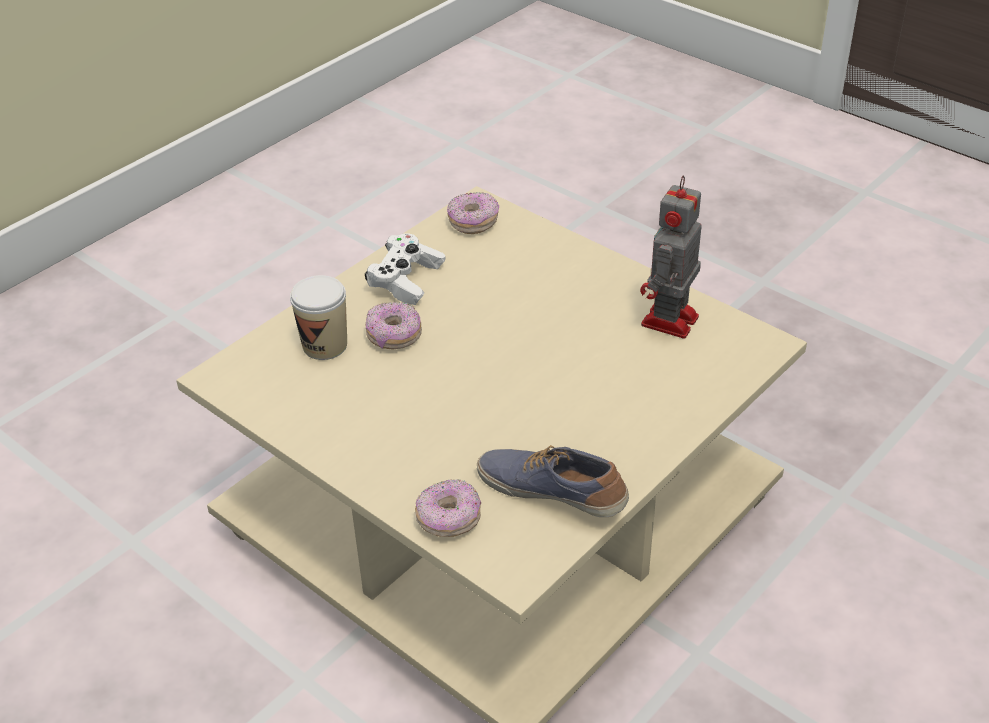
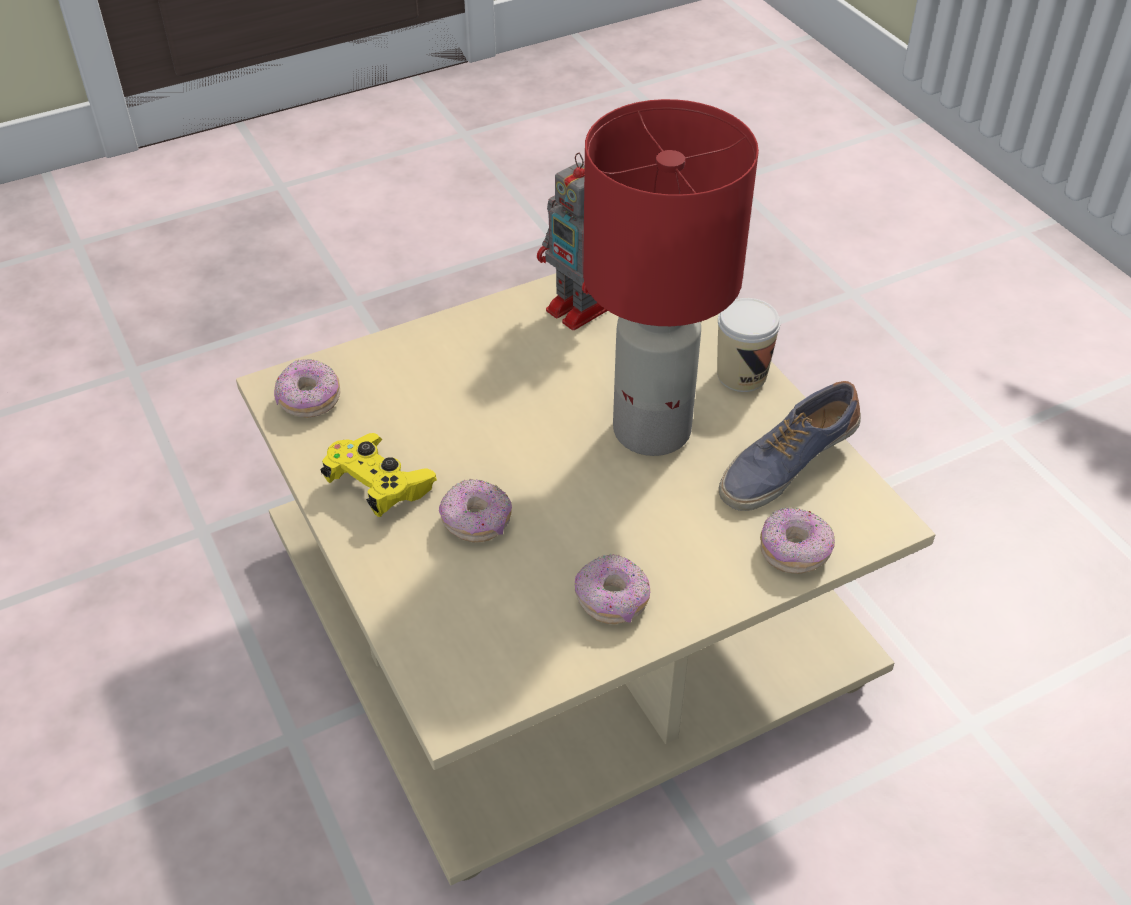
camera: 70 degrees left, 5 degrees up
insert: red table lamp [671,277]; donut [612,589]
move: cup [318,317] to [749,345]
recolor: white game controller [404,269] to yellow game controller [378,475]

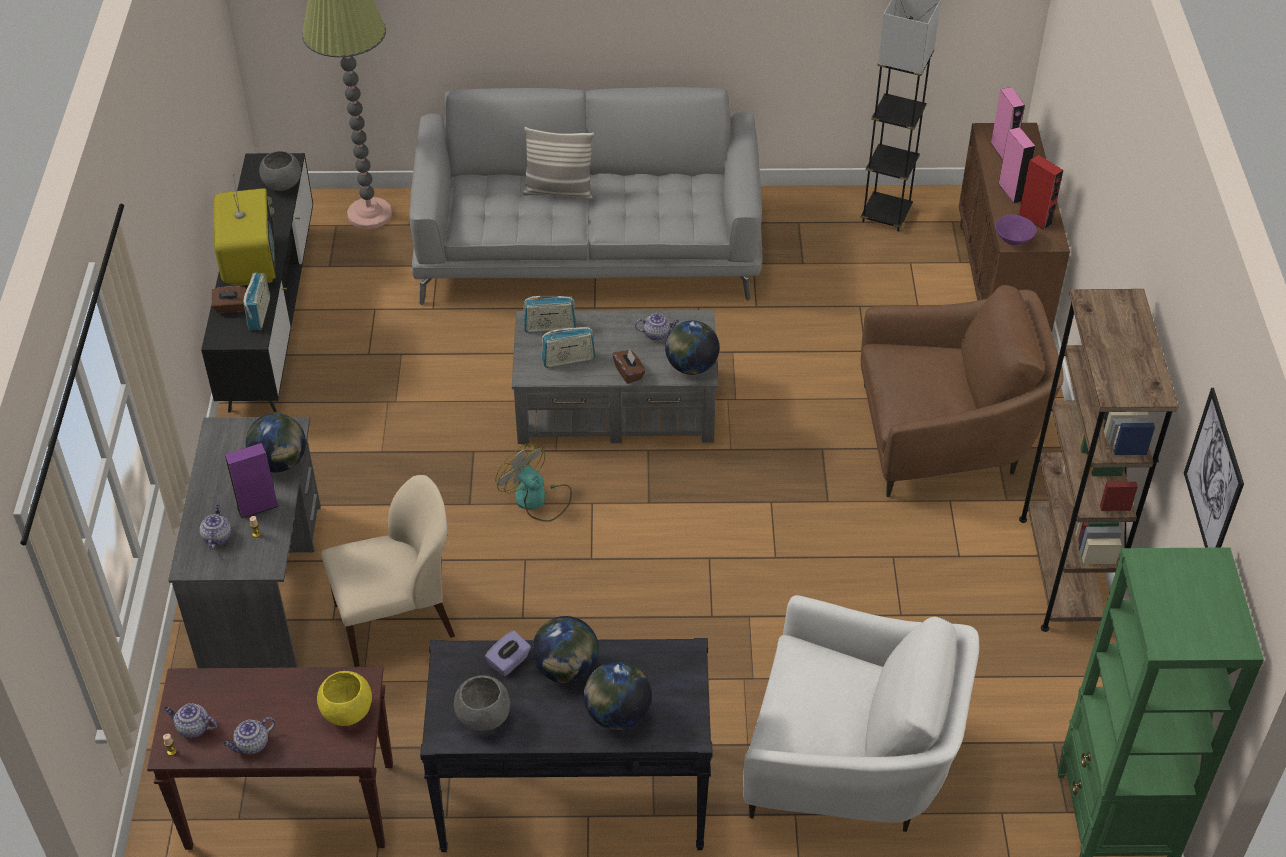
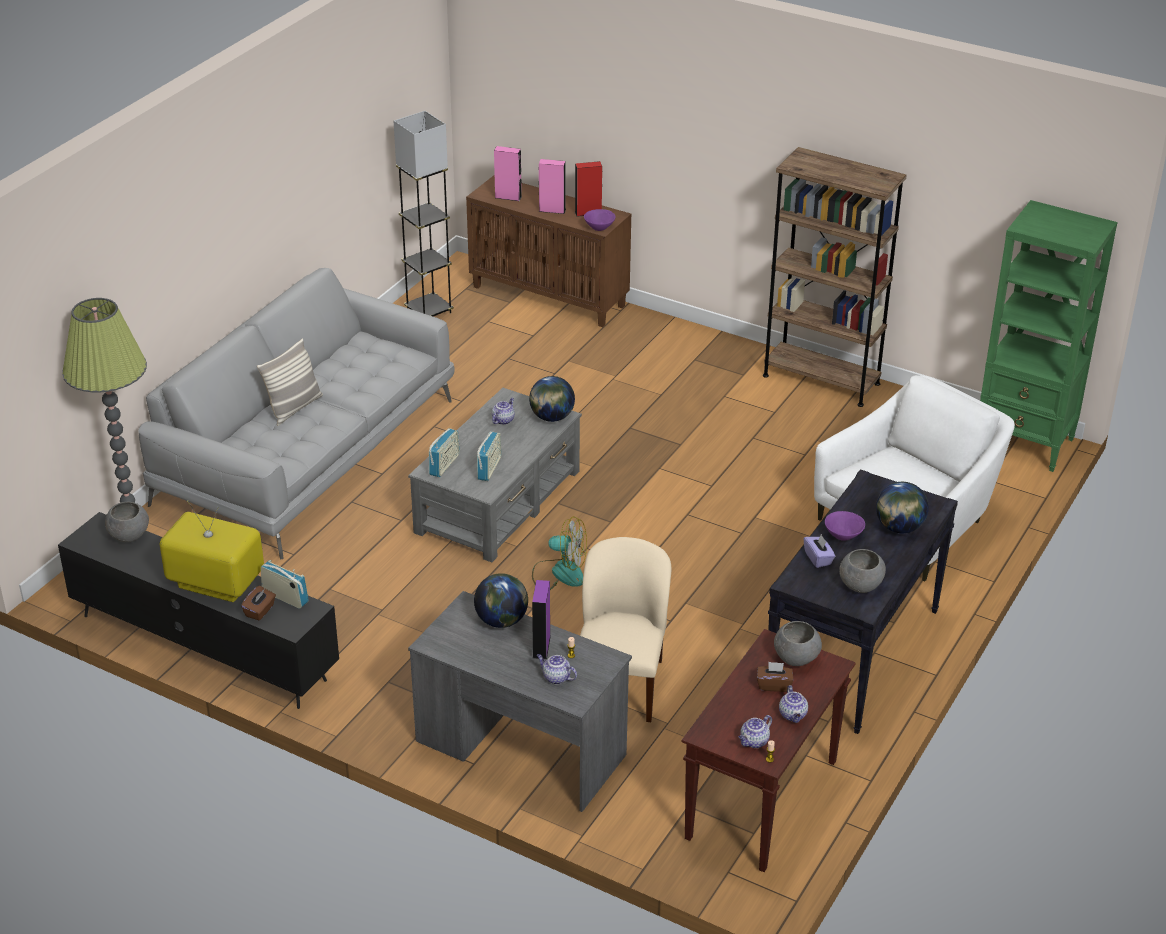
camera: 60 degrees left, 10 degrees down
delete: brown armchair [962,391]; picture [1214,468]
move: brown tissue box [629,366] to [775,677]
replace: globe [565,649] to purple bowl [845,526]
recolor: yellow bowl [344,698] to grey bowl [798,643]
rotate: fan [533,482] = [559,553] 150 degrees counterclockwise

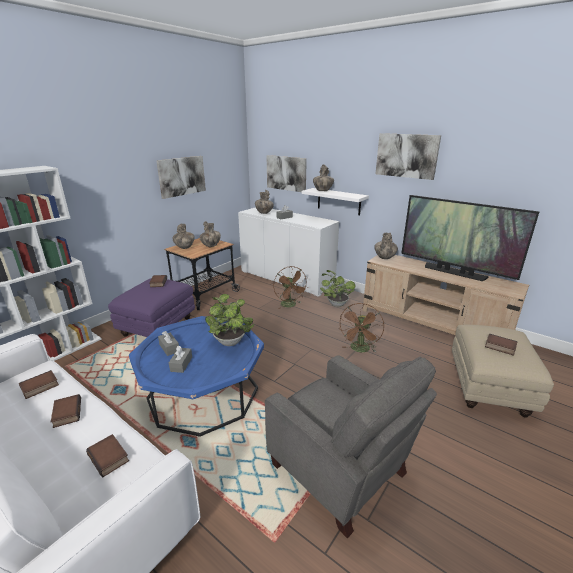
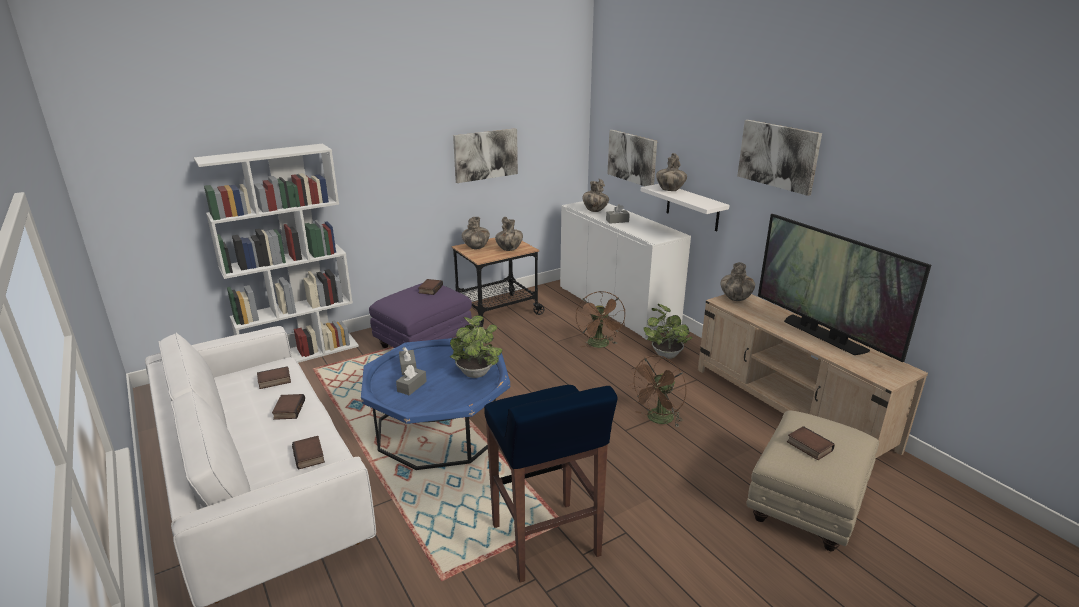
camera: 20 degrees right, 0 degrees up
replace: grey armchair [351,447] to blue stool [551,484]

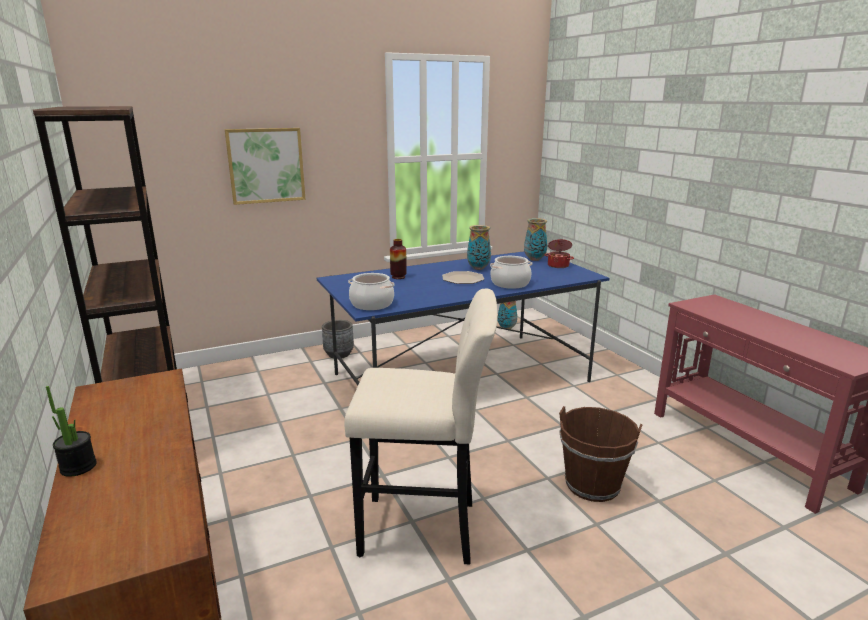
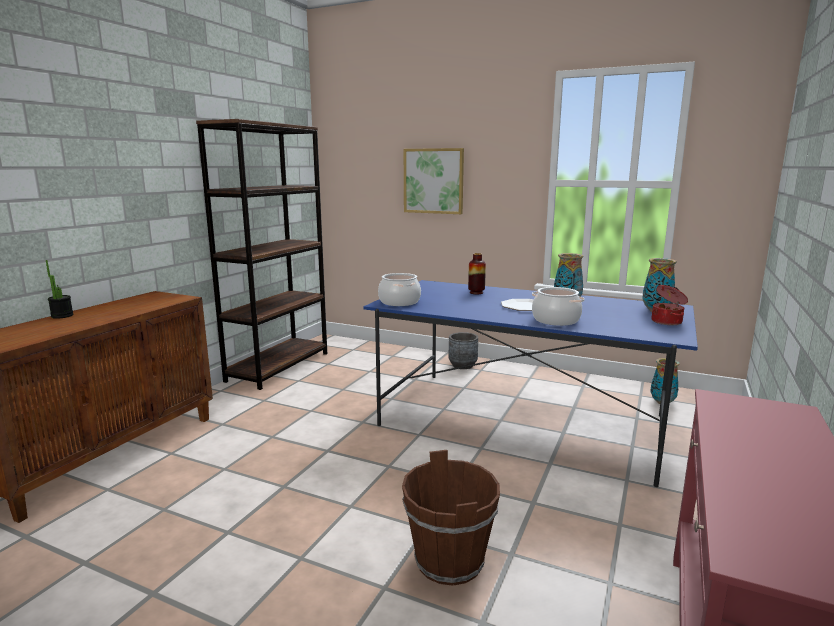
camera: 50 degrees right, 5 degrees down
delete: beige stool [421,426]

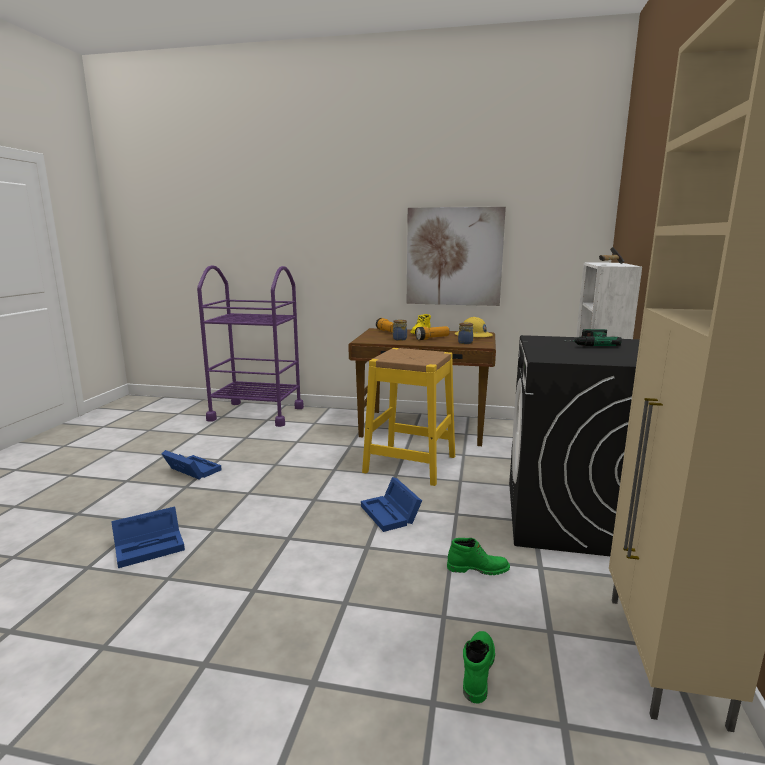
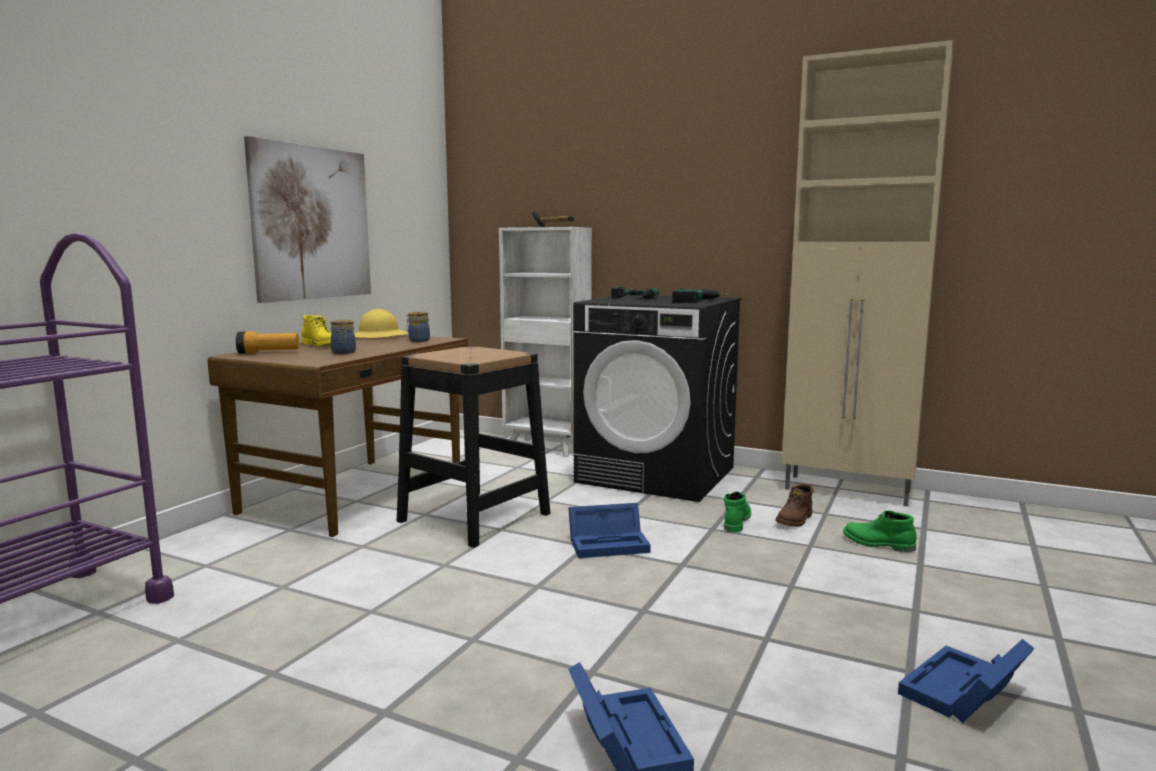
camera: 75 degrees left, 5 degrees down
delete: flashlight [432,333]
insert: power drill [701,296]; brown boot [794,505]
move: blue storage box [192,465] to [966,681]
recolor: yellow stool [408,417] to black stool [474,447]

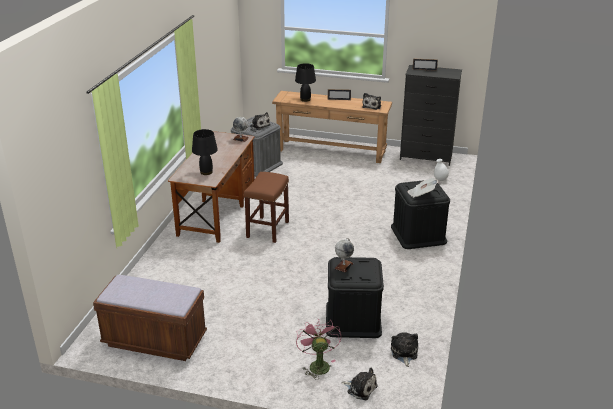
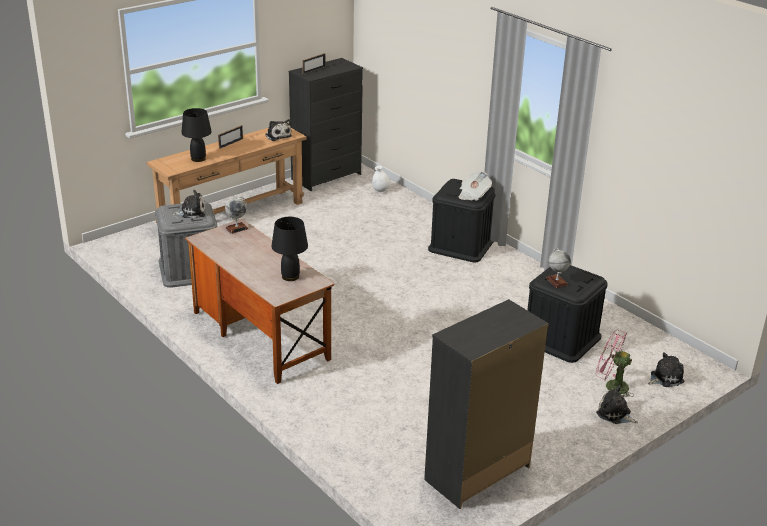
camera: 55 degrees left, 0 degrees up
delete: brown stool [266,207]
move: plush toy [404,349] to [617,405]
replace: brown bench [150,318] to black dresser [486,404]

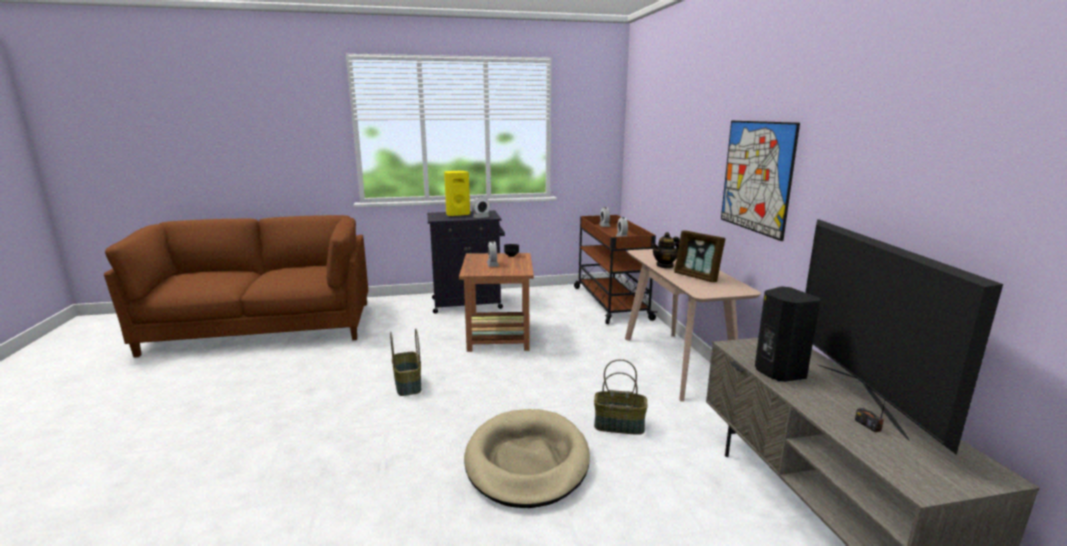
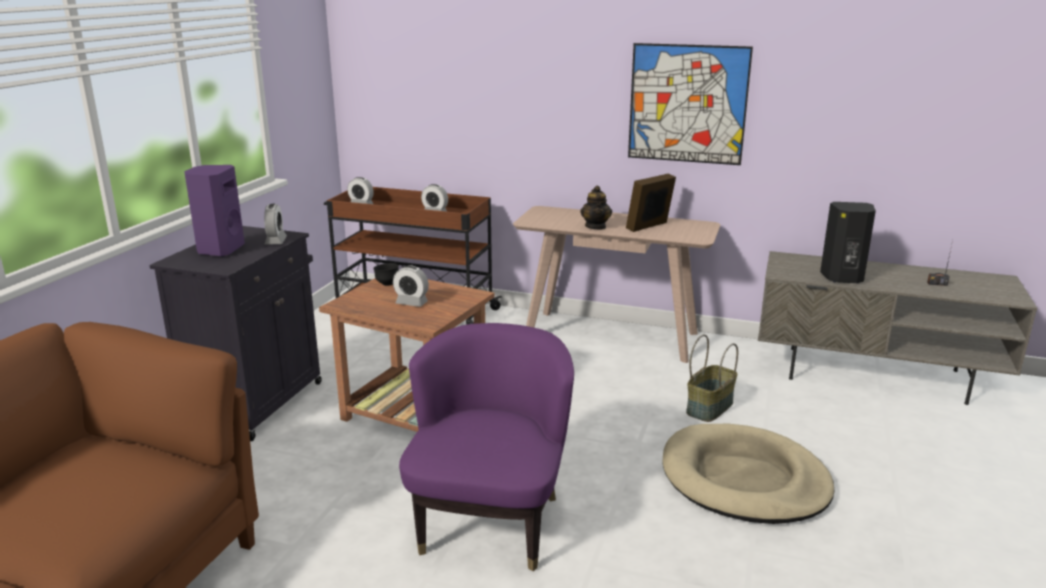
camera: 60 degrees left, 5 degrees up
delete: television [904,337]
replace: basket [405,362] to purple armchair [486,447]
recolor: yellow speaker [457,194] to purple speaker [214,210]
rotate: picture frame [700,256] = [651,202] 150 degrees clockwise

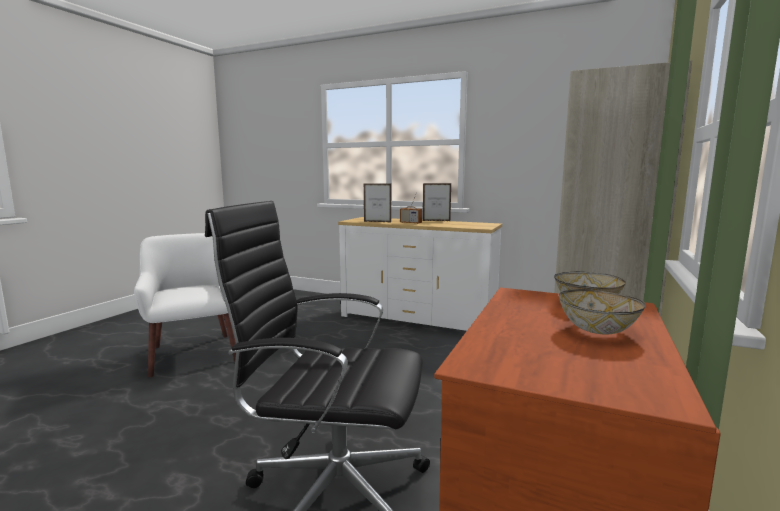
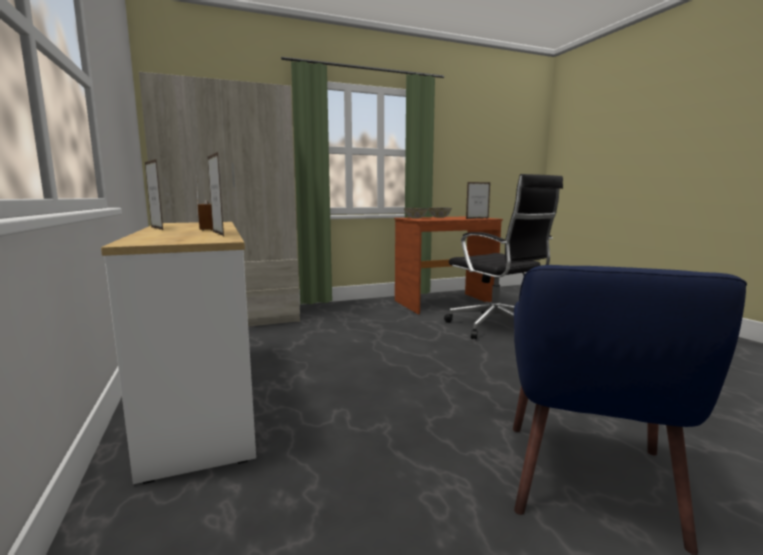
camera: 135 degrees left, 0 degrees up
insert: picture frame [478,200]
recolor: white armchair [185,305] to blue armchair [630,410]

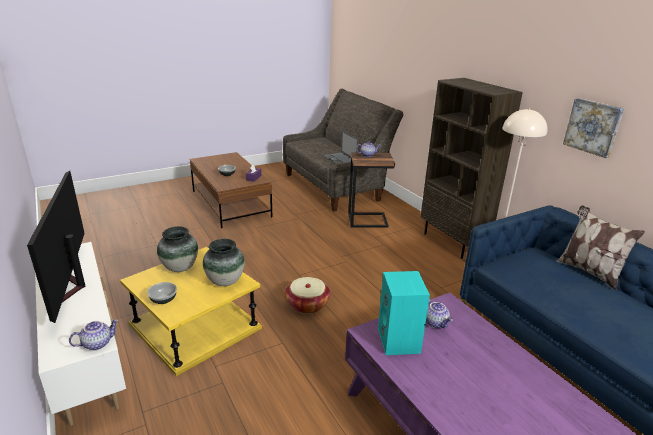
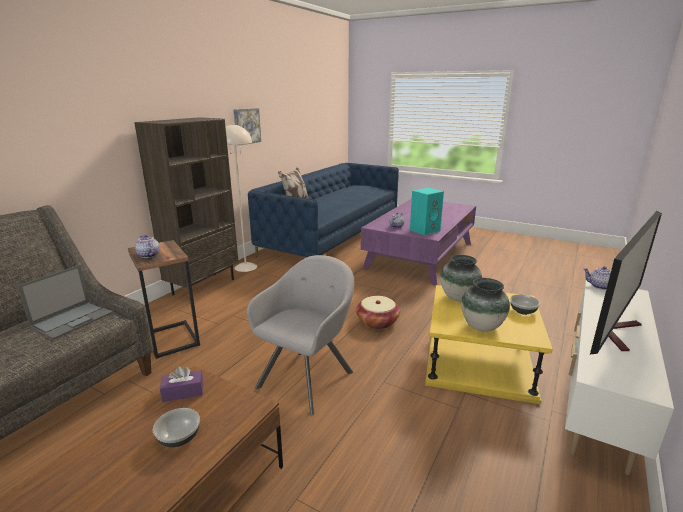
camera: 120 degrees left, 5 degrees down
insert: grey armchair [300,335]

